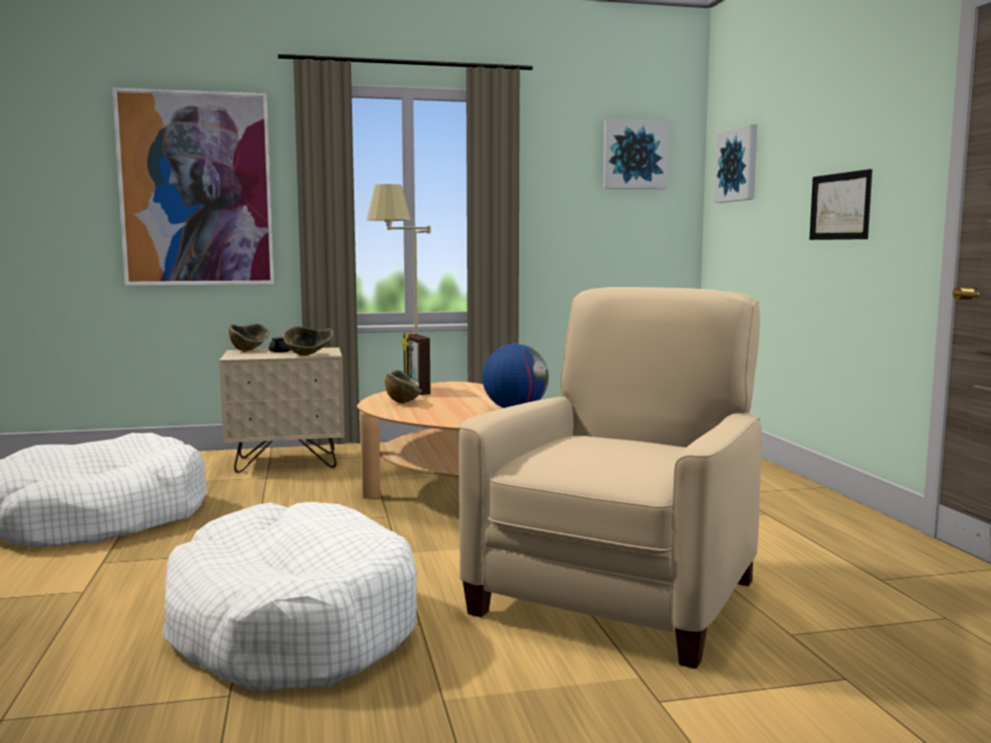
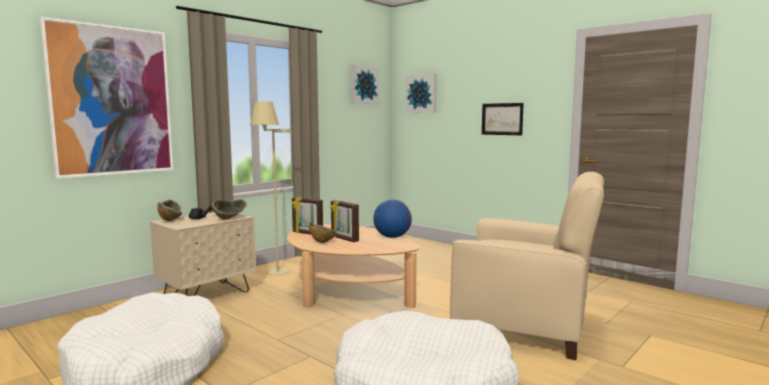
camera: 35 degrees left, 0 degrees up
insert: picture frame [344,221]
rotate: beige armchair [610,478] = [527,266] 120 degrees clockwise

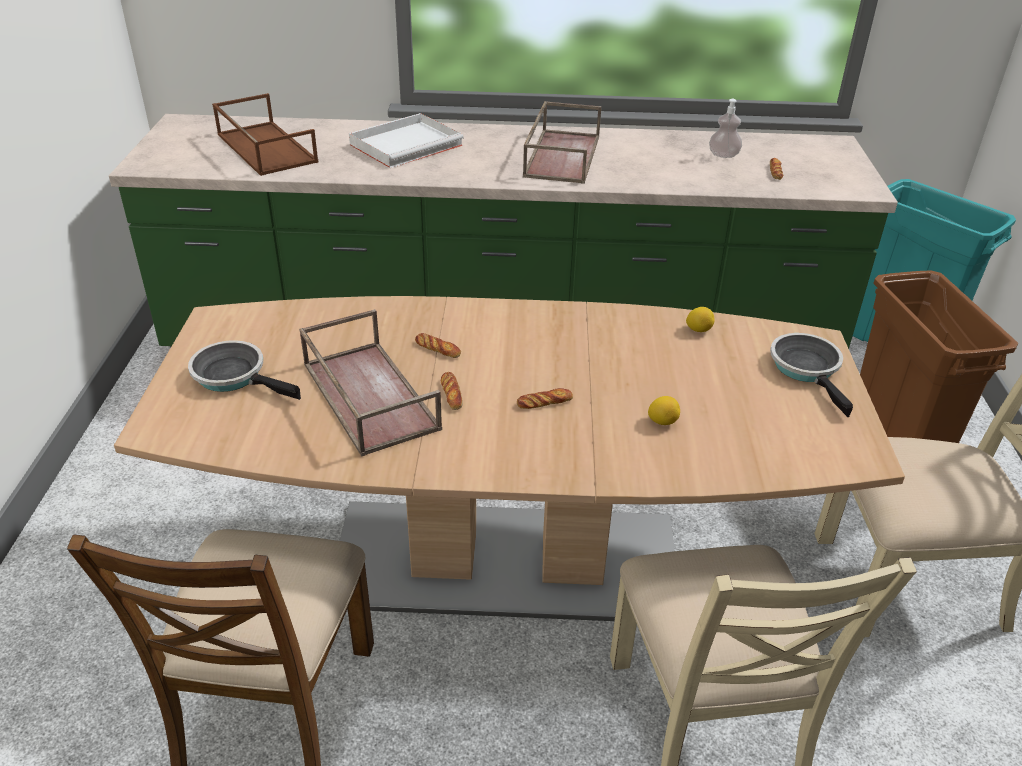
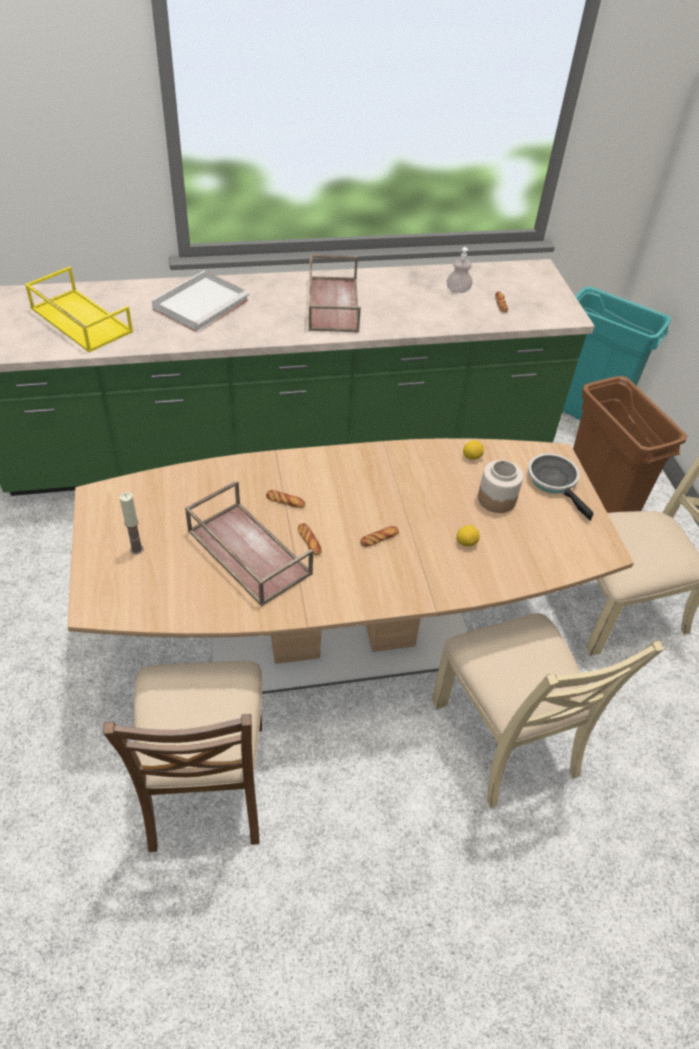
camera: 15 degrees left, 10 degrees up
insert: jar [500,486]
replace: frying pan [244,370] to candle [132,523]
recolor: brown tray [265,134] to yellow tray [79,309]

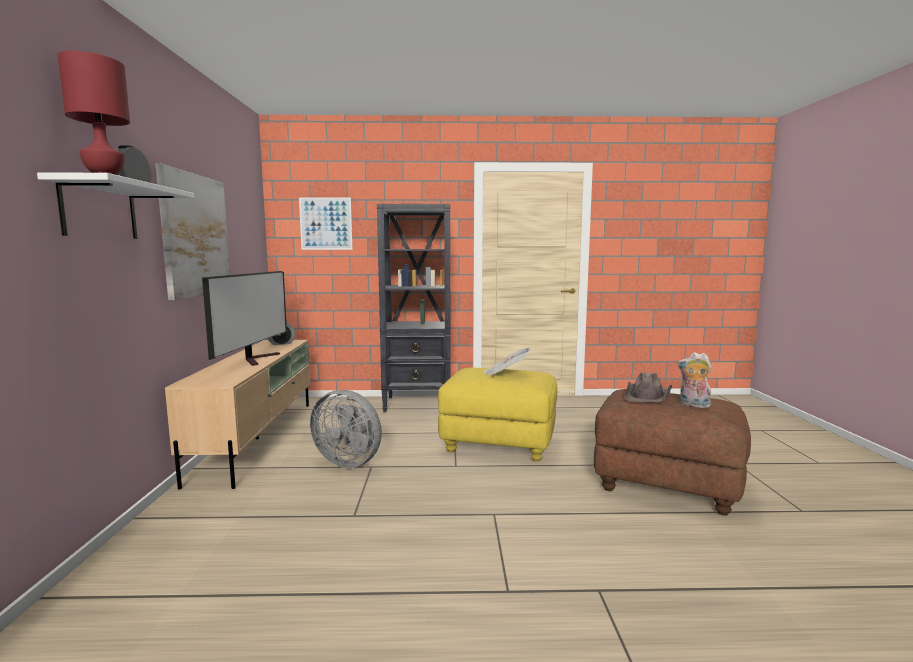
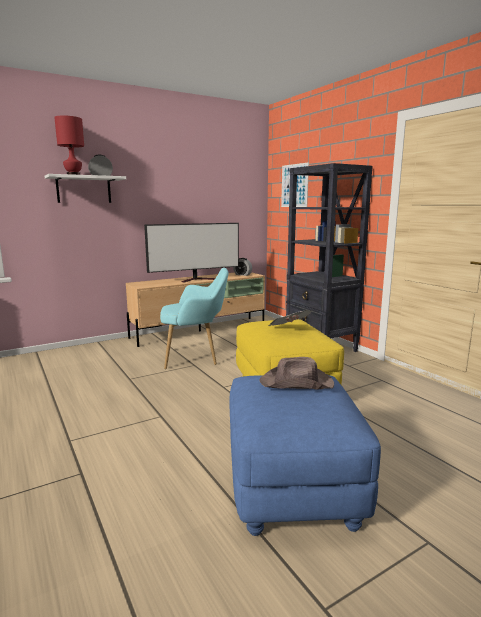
camera: 60 degrees right, 5 degrees up
delete: picture [193,232]; plush toy [695,380]
replace: grey fan [346,429] to turquoise armchair [194,318]
recolor: brown ottoman [672,452] to blue ottoman [305,455]

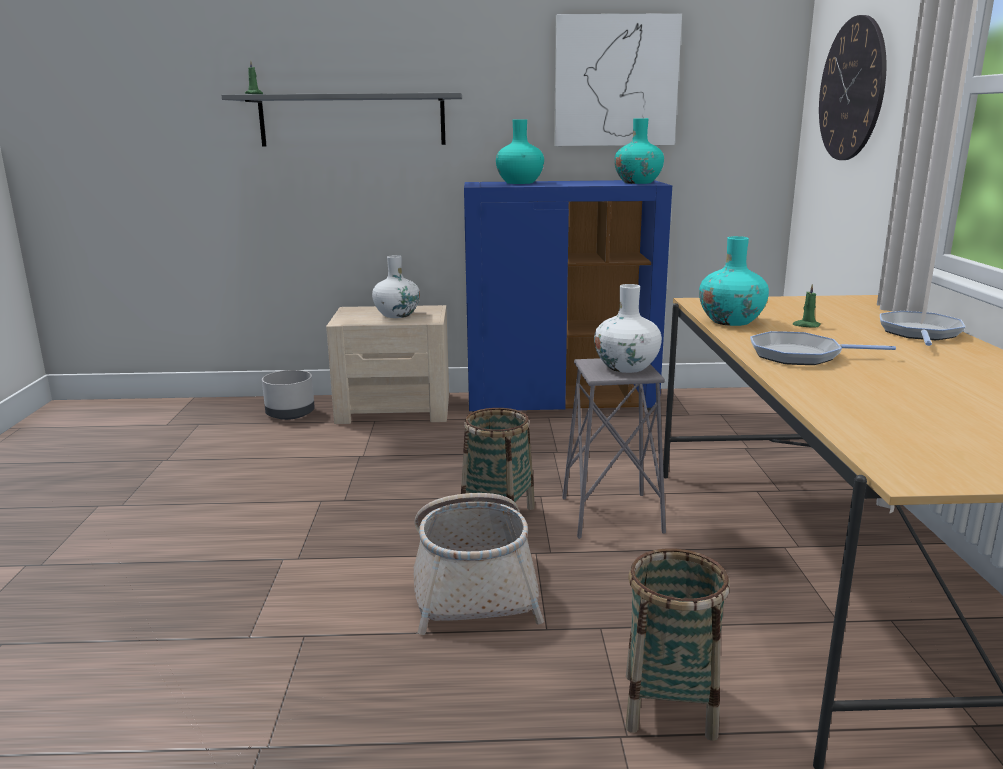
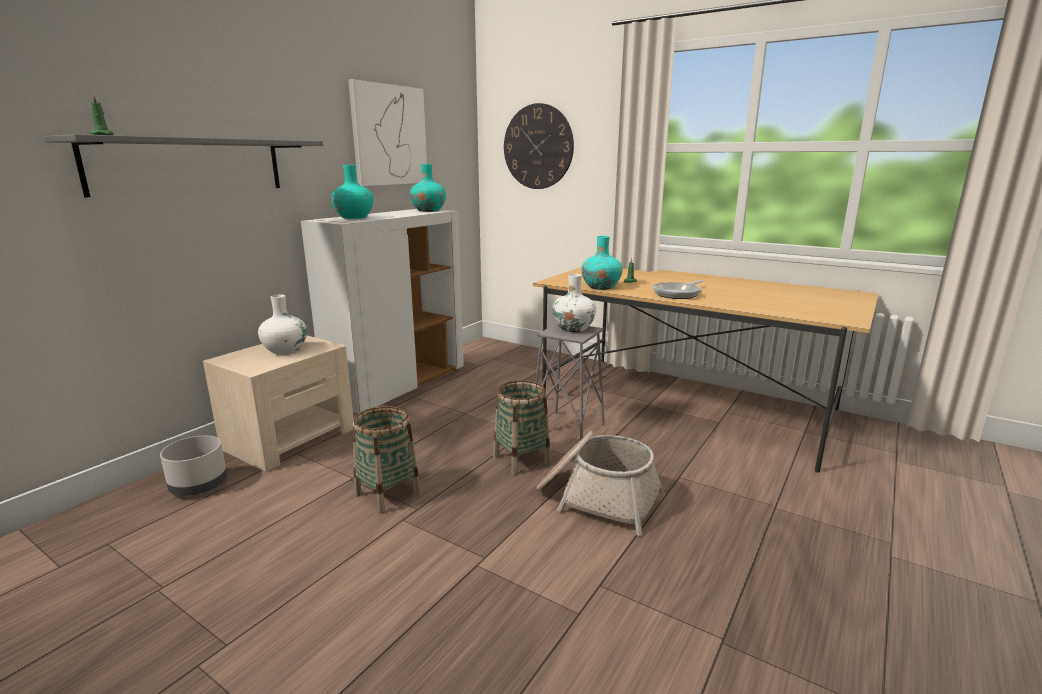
camera: 55 degrees left, 0 degrees up
delete: frying pan [922,328]
move: basket [677,645] to [387,460]
recolor: blue cabinet [568,296] to white cabinet [382,311]

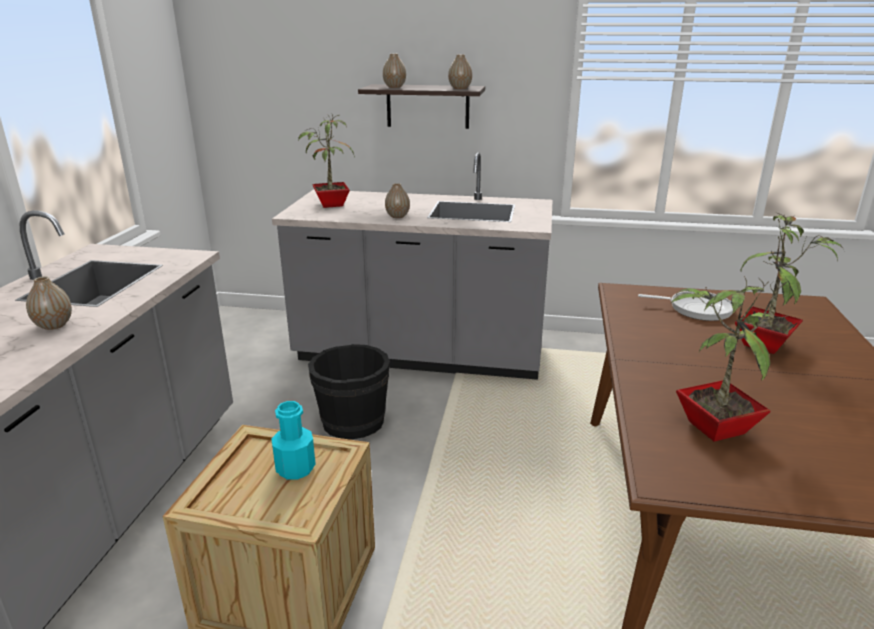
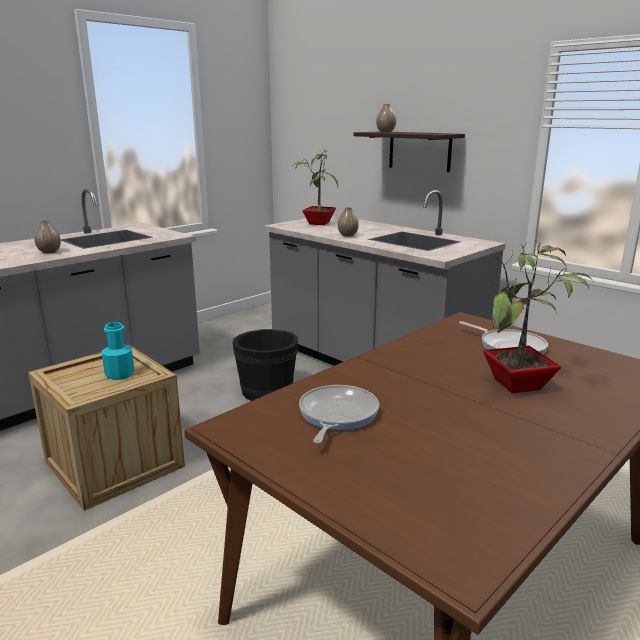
camera: 35 degrees right, 5 degrees down
delete: vase [460,71]
replace: potted plant [730,359] to frying pan [339,414]

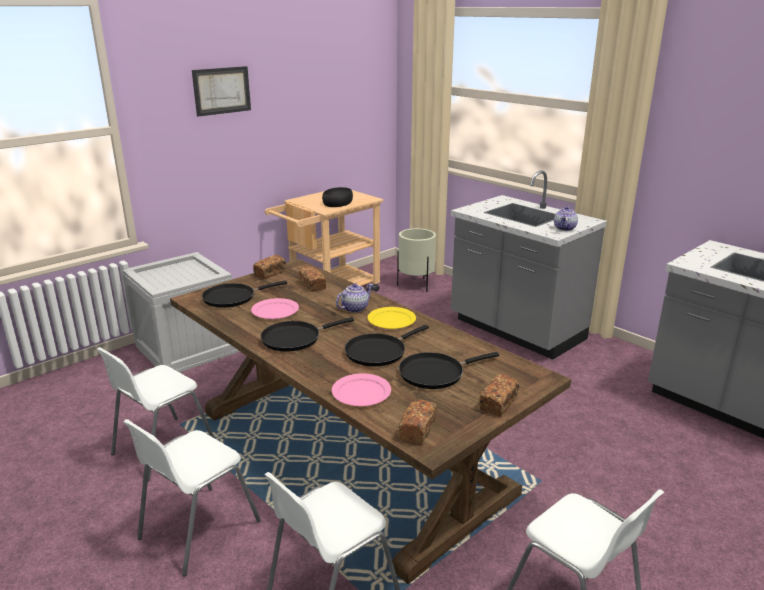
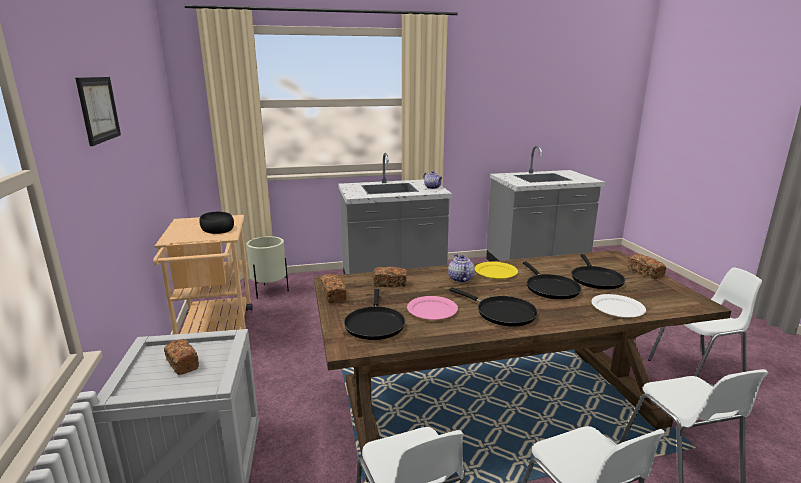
camera: 60 degrees left, 5 degrees down
move: bread [417,422] to [181,357]
recolor: pink plate [361,389] to white plate [618,306]
rotate: black frying pan [307,334] = [493,307] 45 degrees counterclockwise

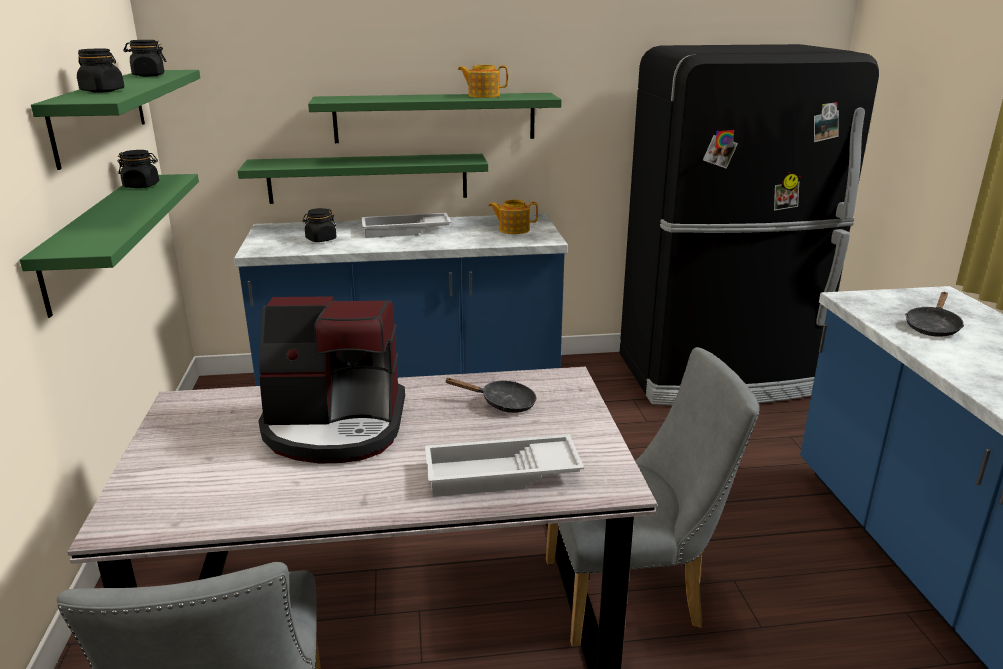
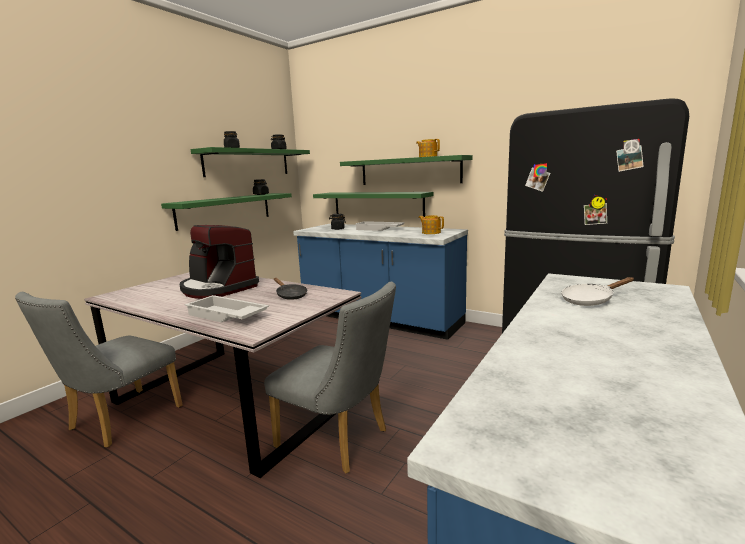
camera: 40 degrees right, 10 degrees down
recolor: black frying pan [934,314] to white frying pan [597,291]

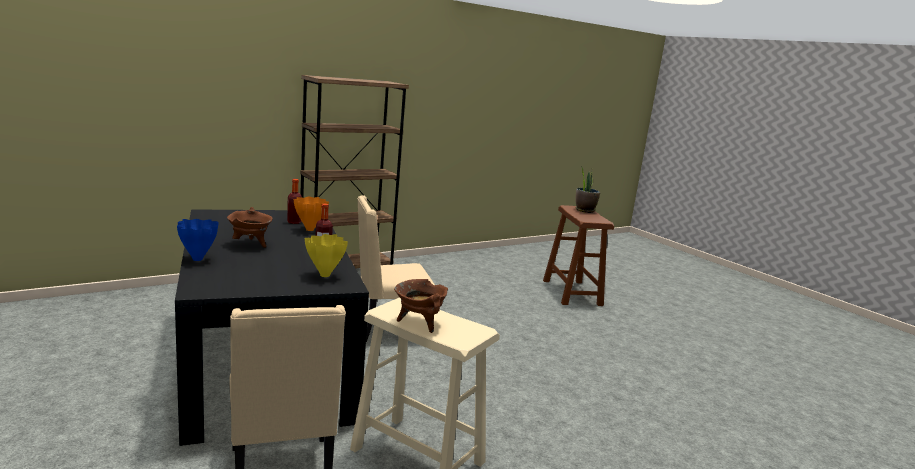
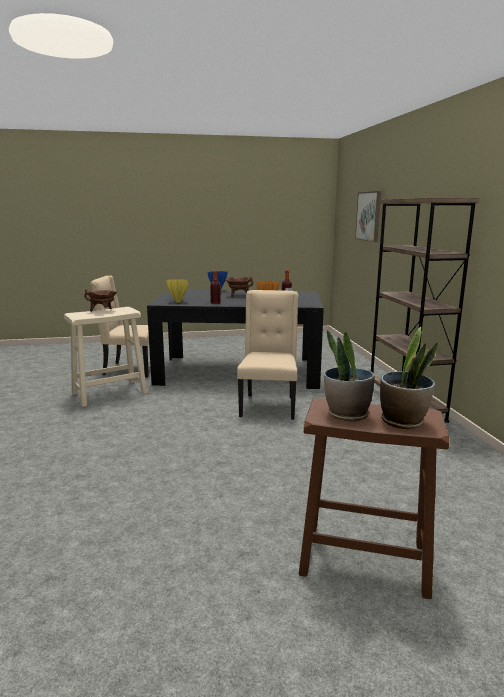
camera: 115 degrees right, 0 degrees up
insert: picture [368,216]; potted plant [349,375]

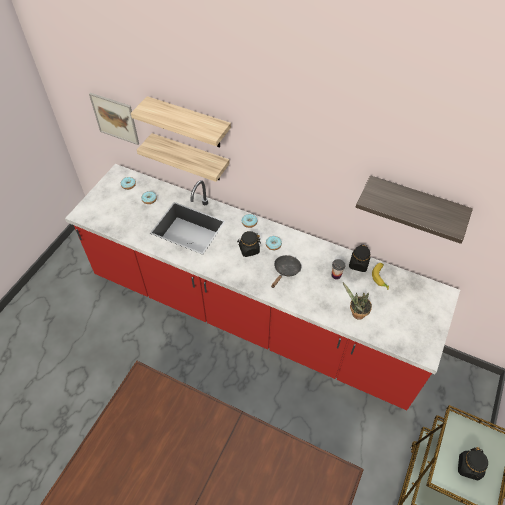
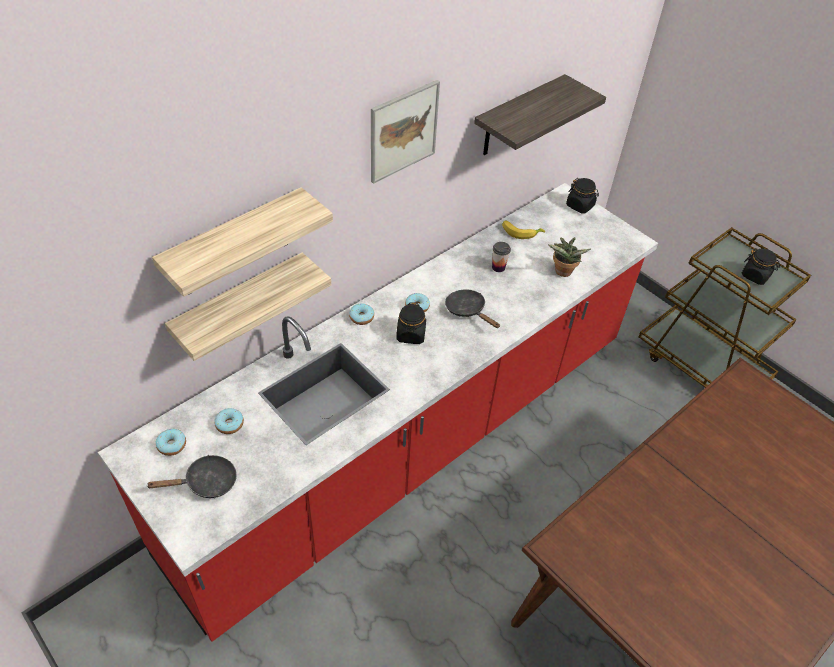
camera: 70 degrees left, 5 degrees down
insert: black frying pan [191,476]
move: picture [114,119] to [405,132]; black jar [359,258] to [582,195]

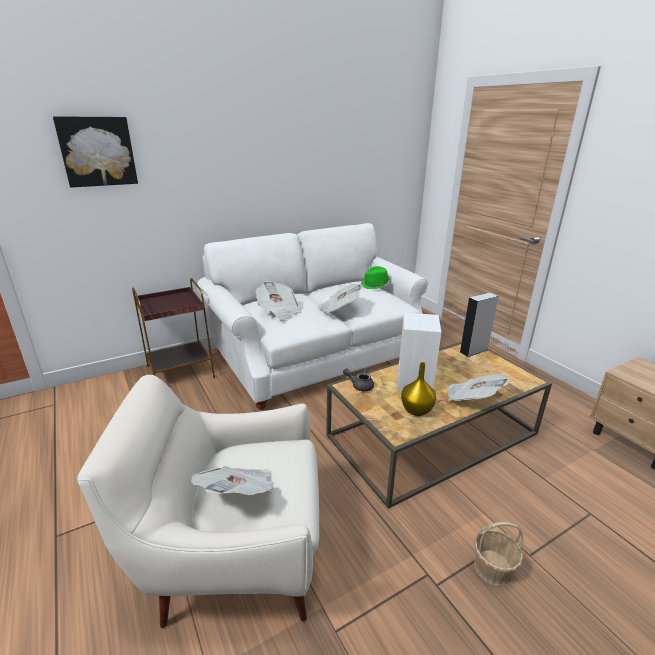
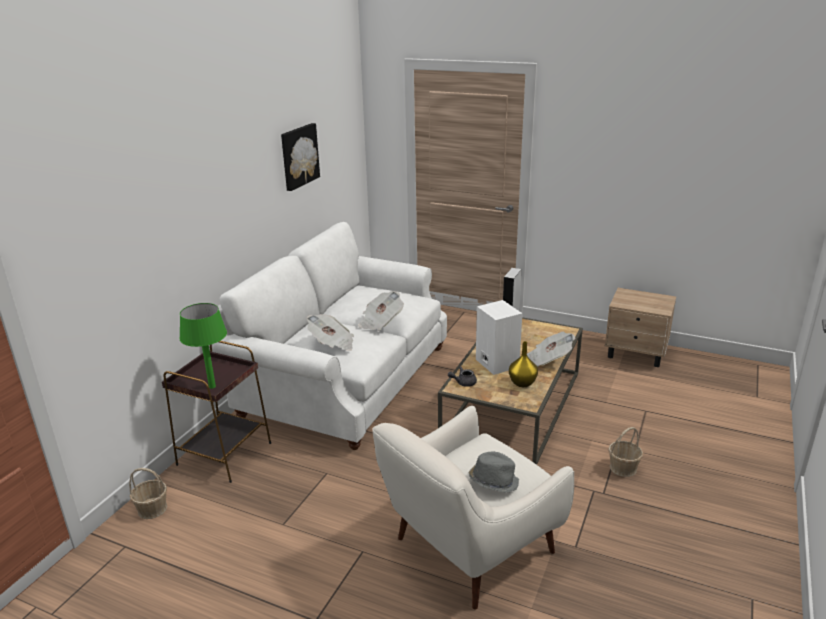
camera: 35 degrees left, 0 degrees up
delete: green hat [375,277]
insert: green table lamp [203,346]; basket [148,493]
move: picture [95,152] to [300,157]
replace: newspaper [232,480] to grey hat [494,472]

